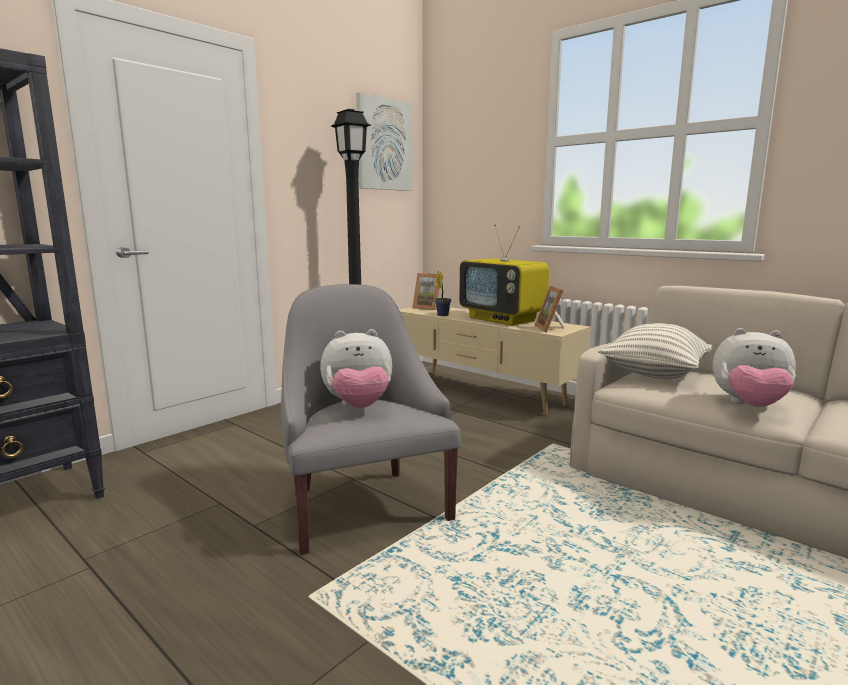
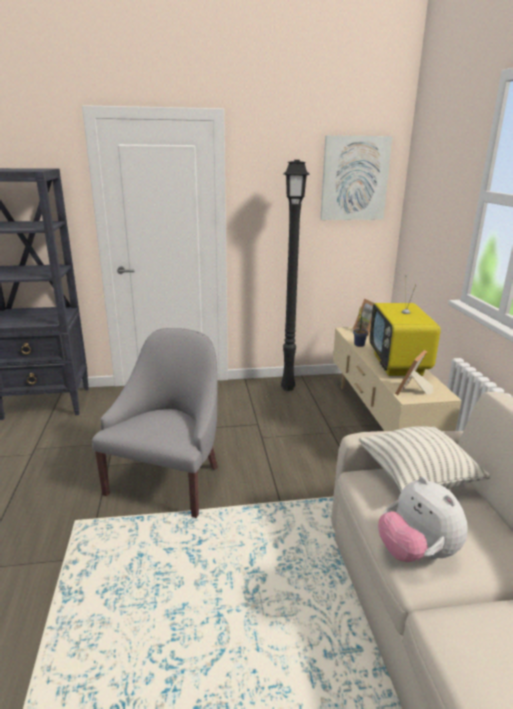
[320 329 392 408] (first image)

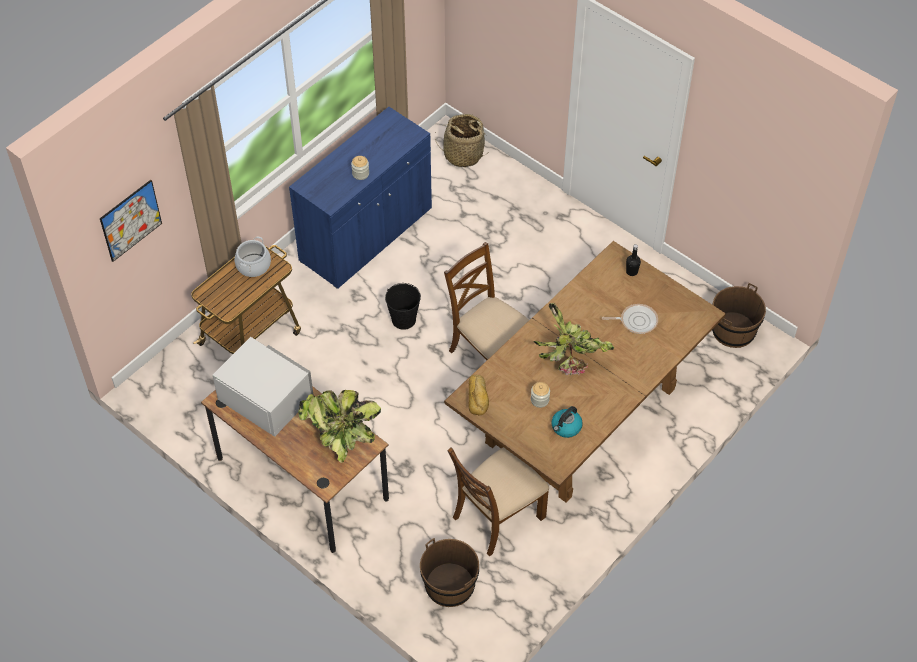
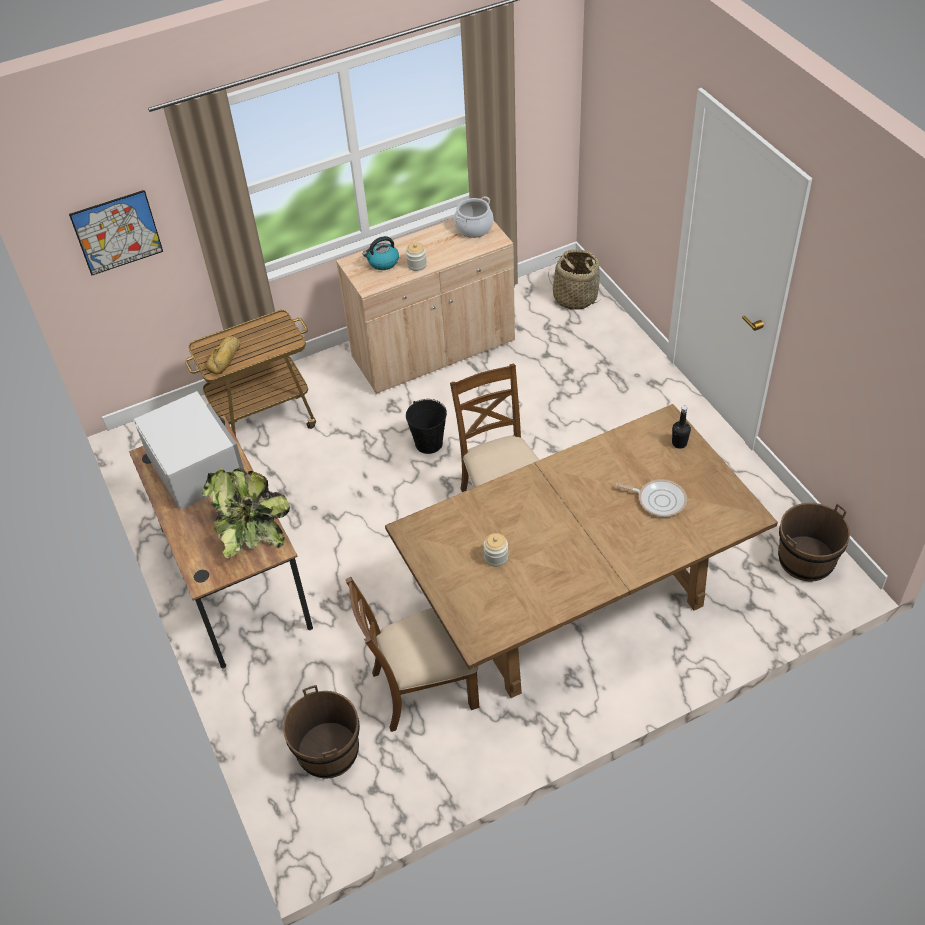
[534 303 614 375] (first image)
[454 196 493 238]
[206 336 240 374]
[363 236 399 270]
[336 219 515 394]

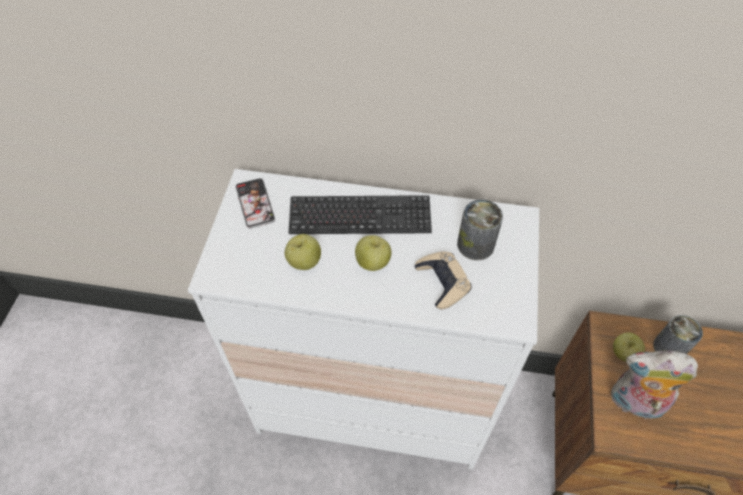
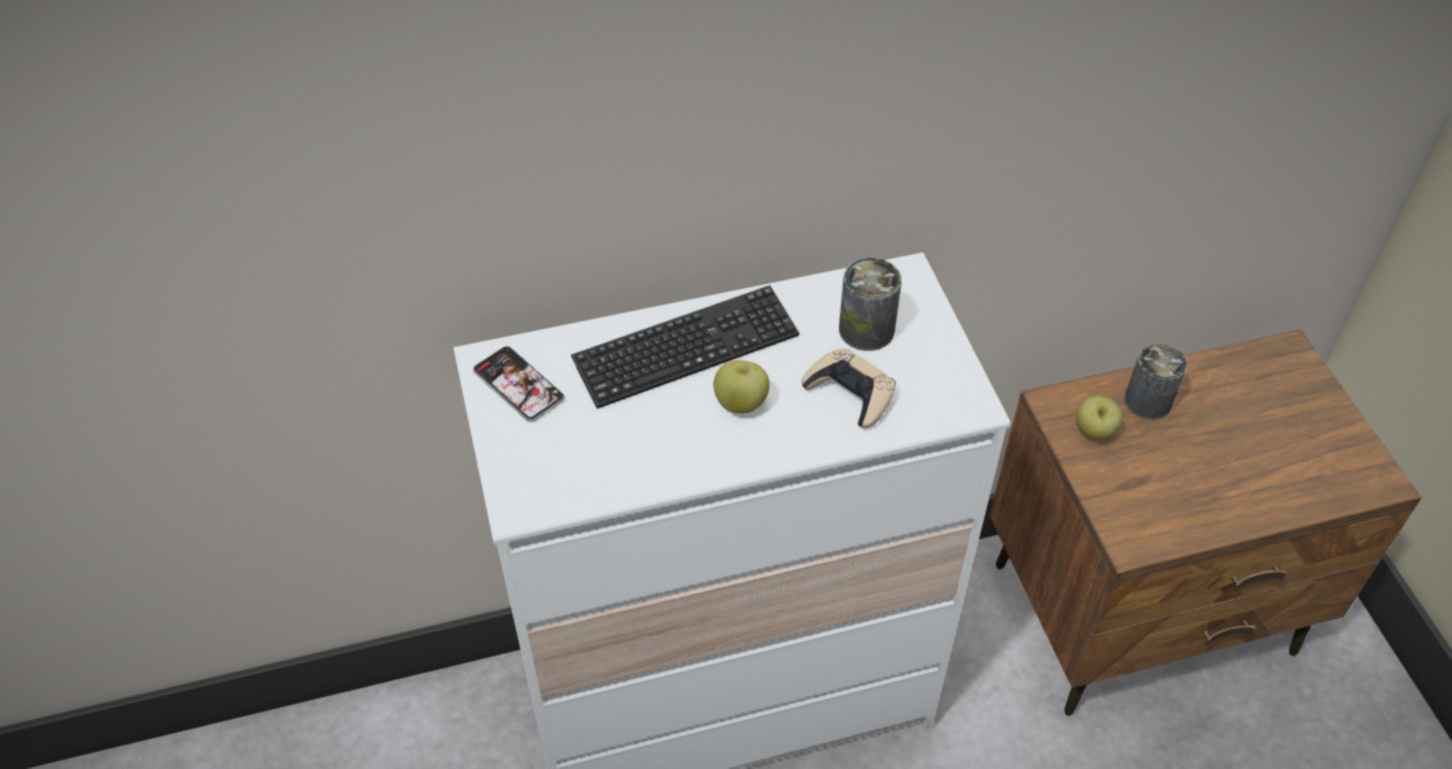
[285 234 321 270] (first image)
[611 350 698 423] (first image)

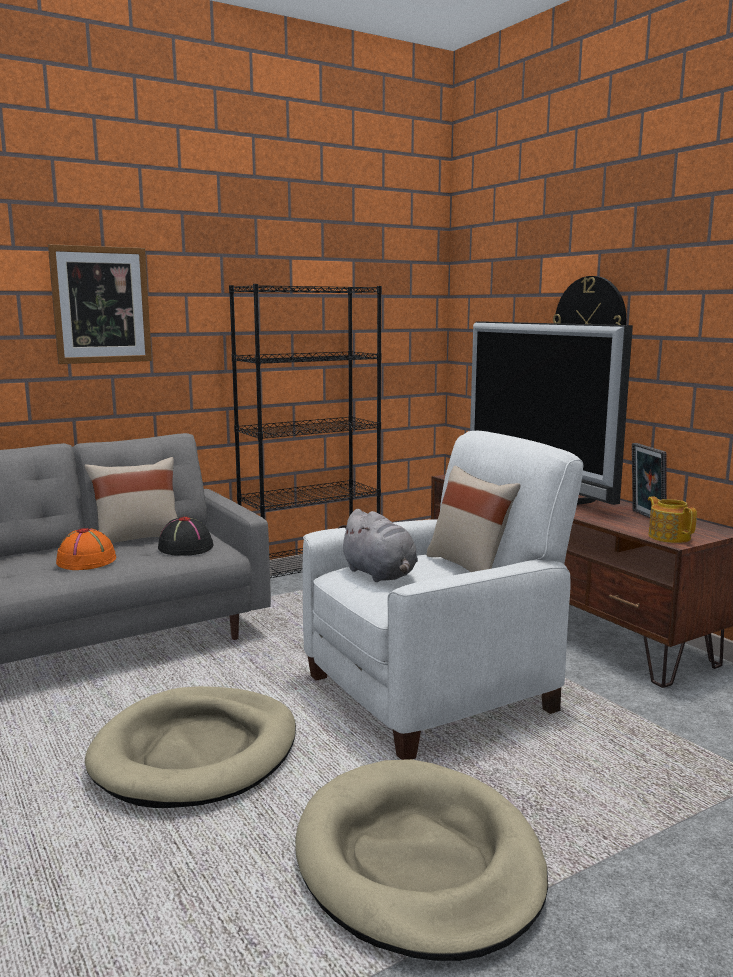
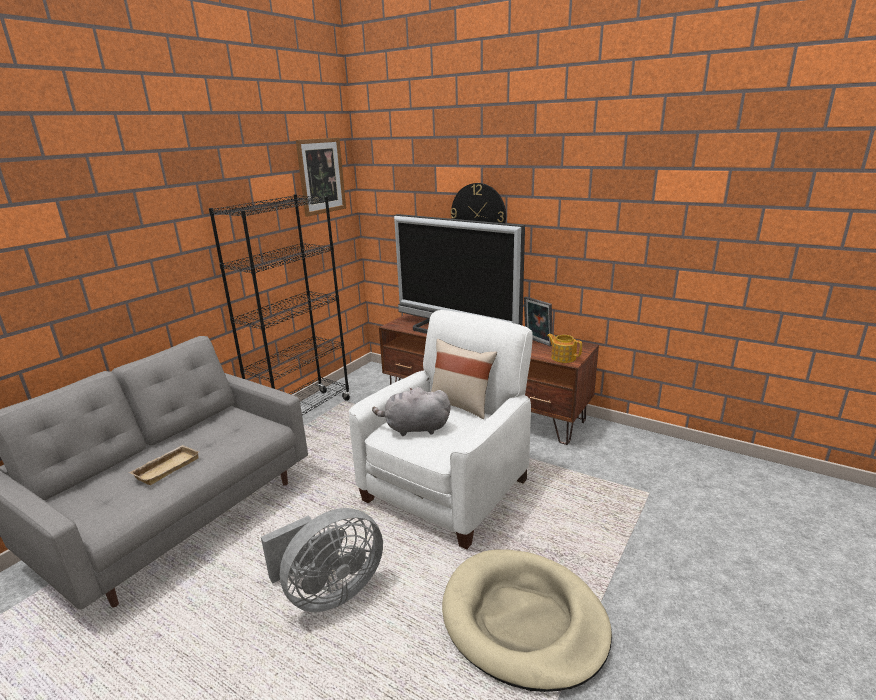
[84 457 178 544] (first image)
[158 517 214 556] (first image)
[296 137 346 217]
[129 445 199 485]
[261 508 383 612]
[372 387 451 436]

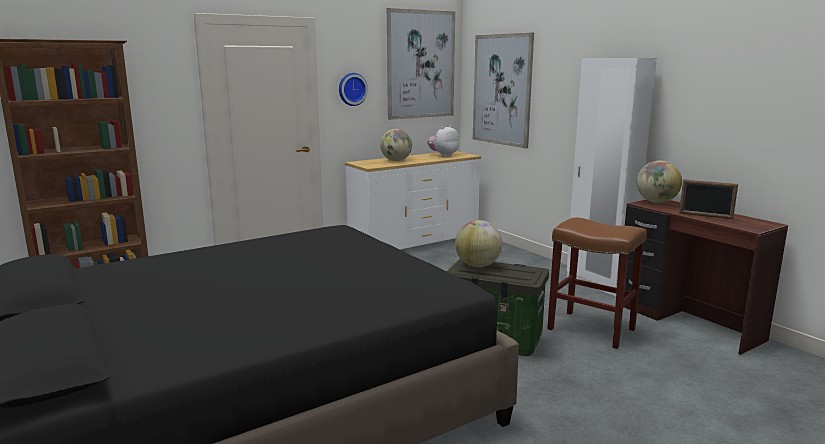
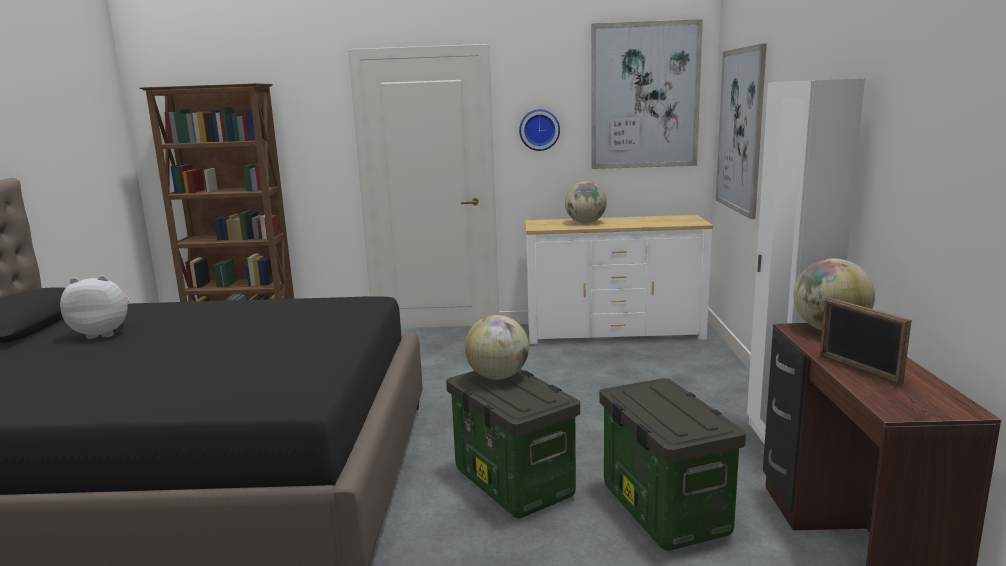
[60 275 129 339]
[599 378 746 551]

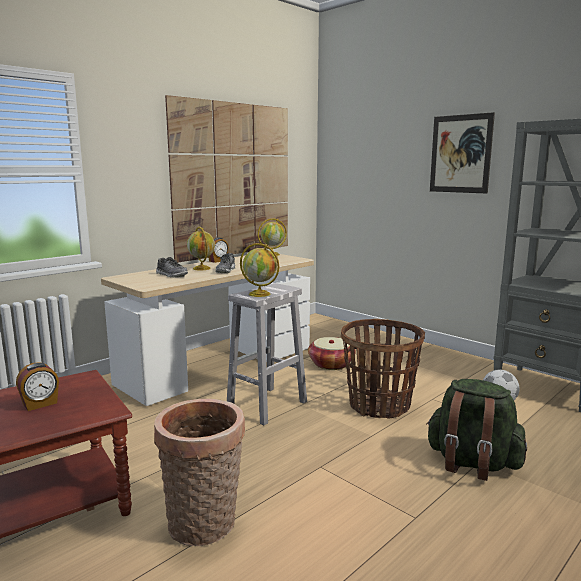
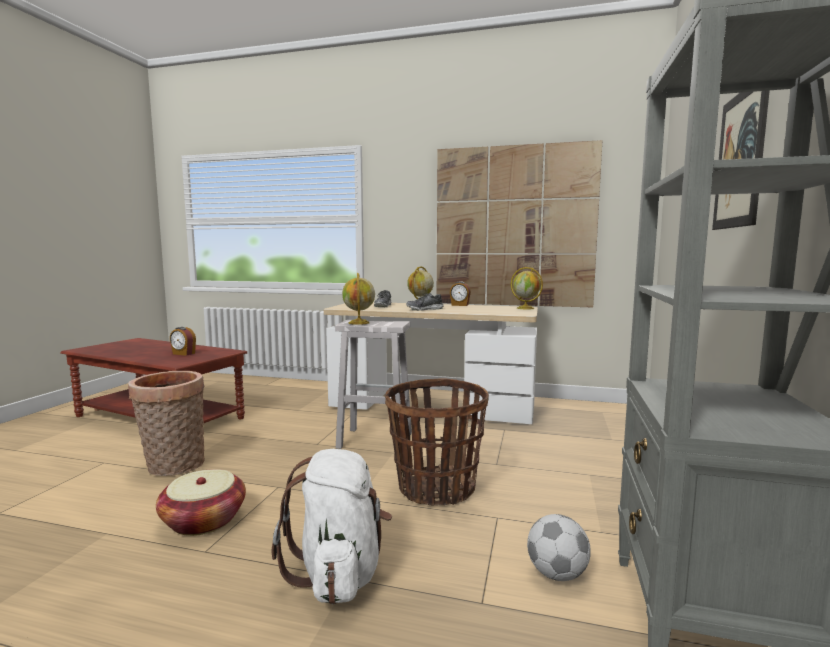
[156 469 246 536]
[272 449 392 604]

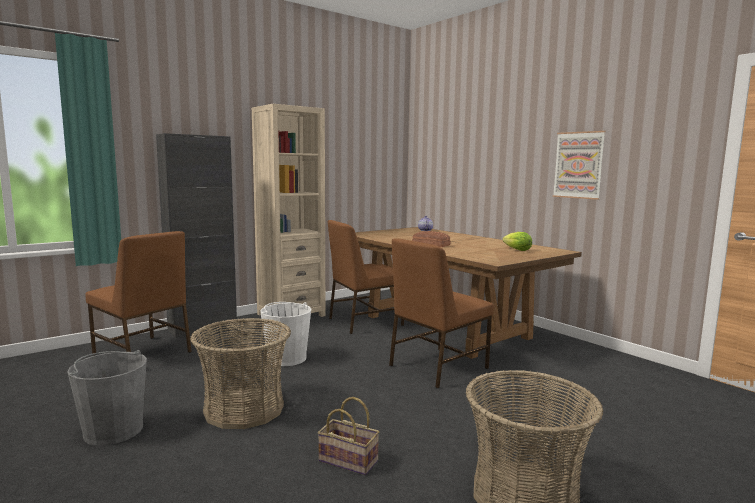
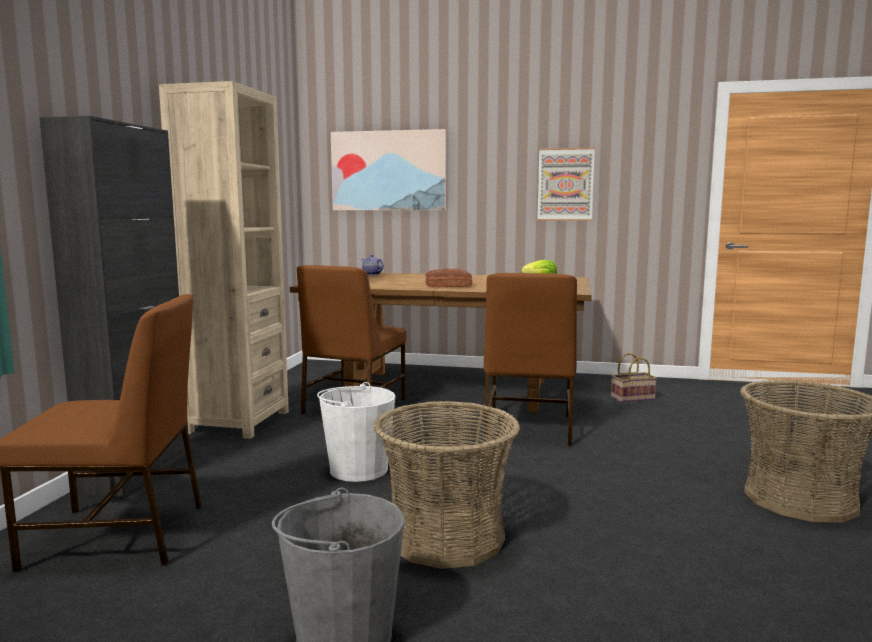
[331 129 446 210]
[611 353 657 402]

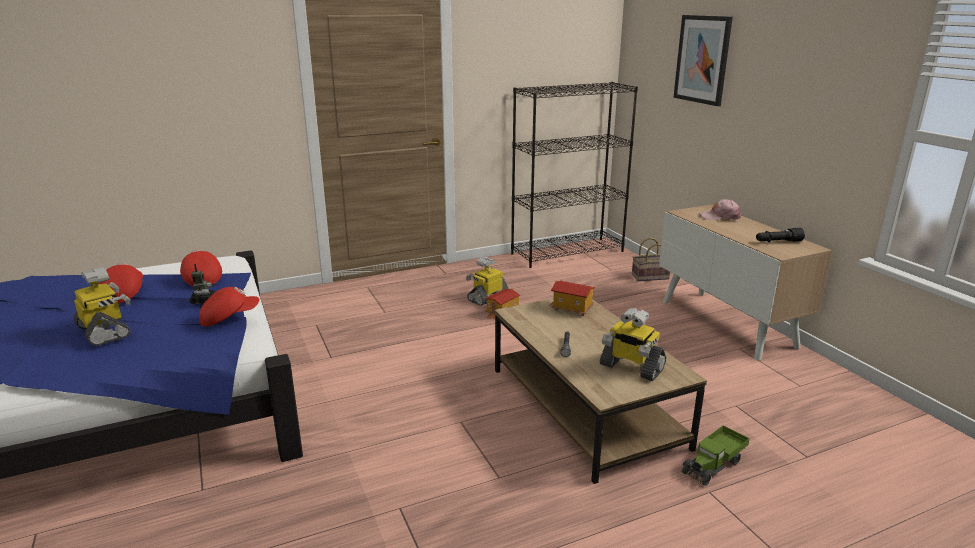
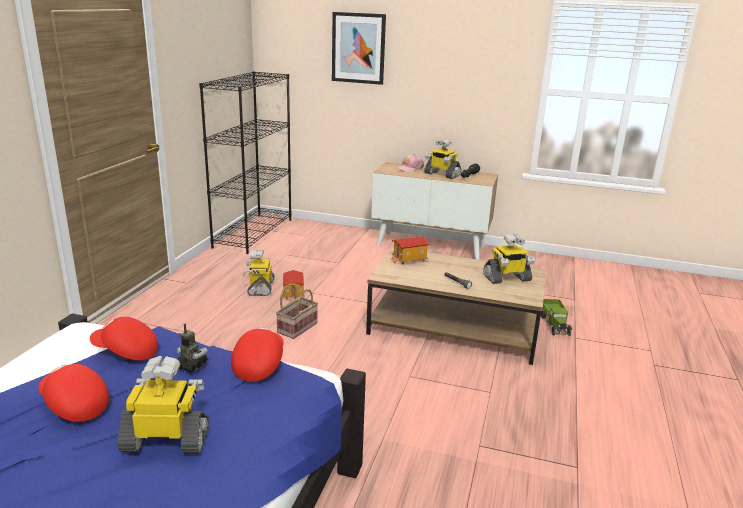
[424 139 461 179]
[276 284 318 339]

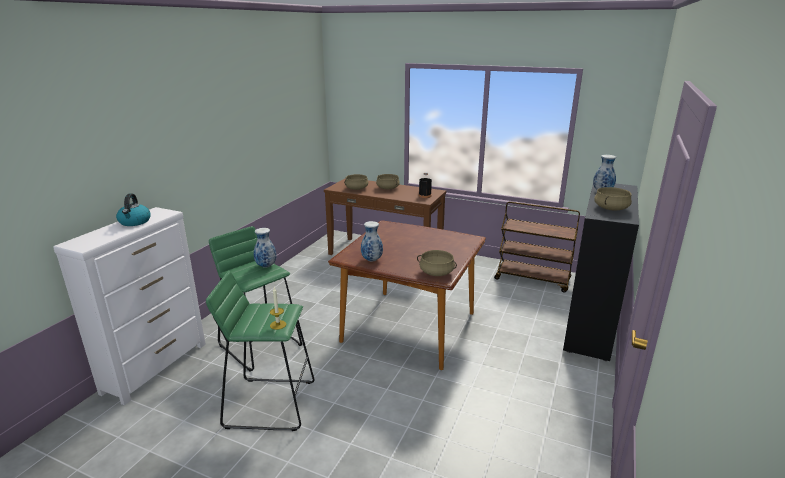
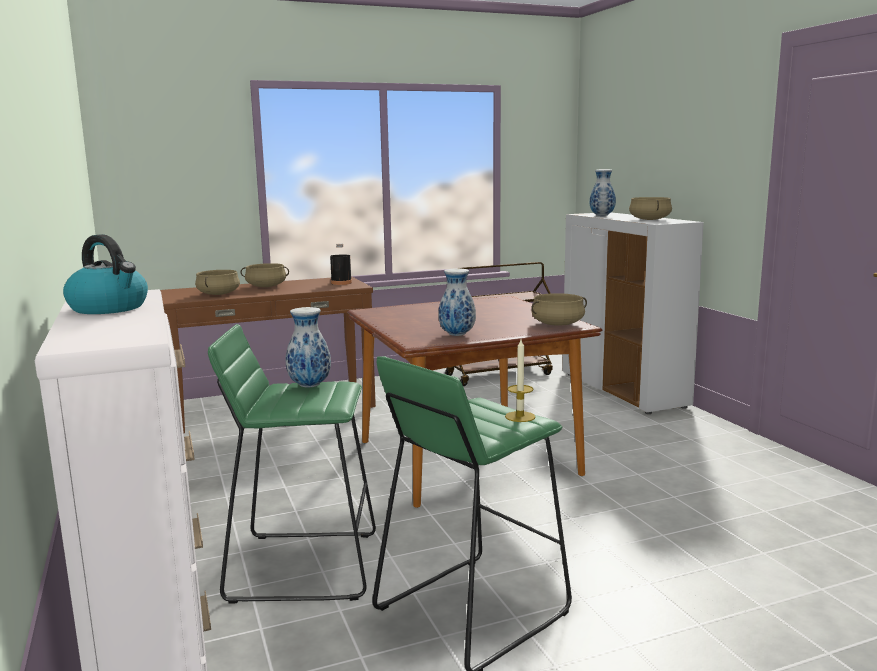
[562 213 704 414]

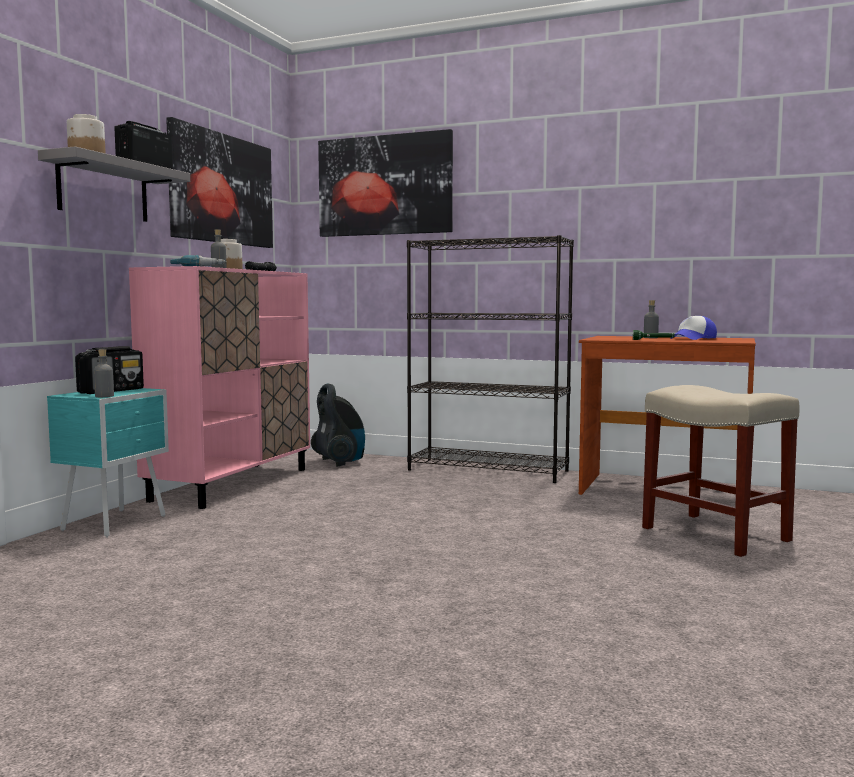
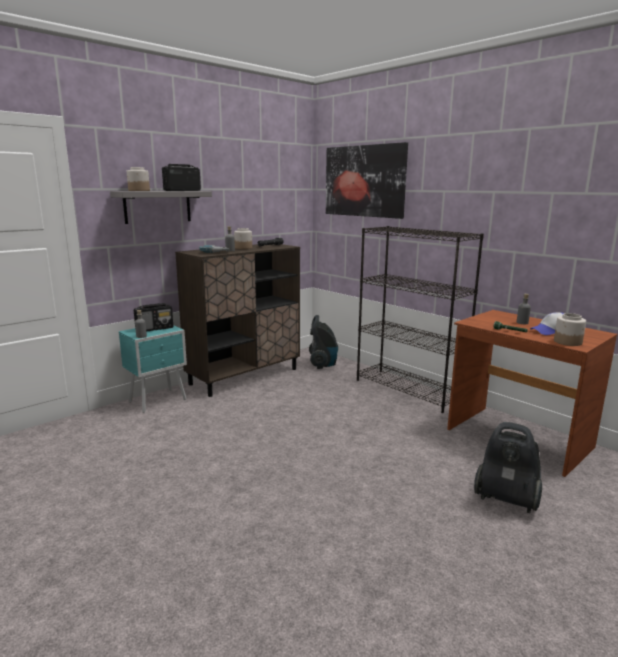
[166 117 273 248] (first image)
[554 313 586 346]
[474 422 542 513]
[175 244 300 397]

